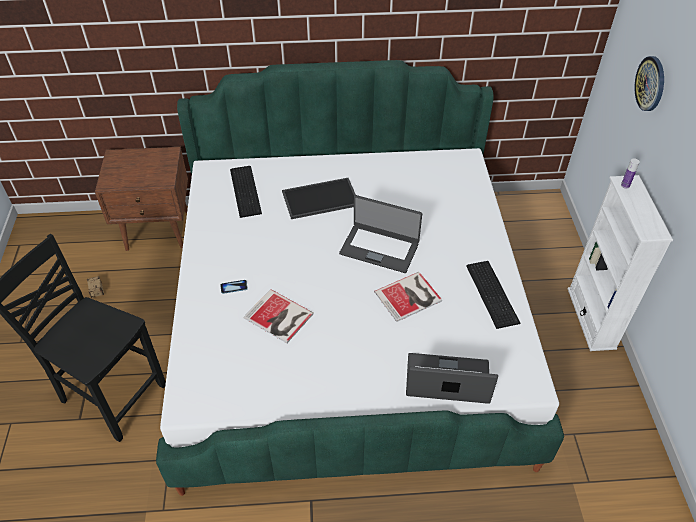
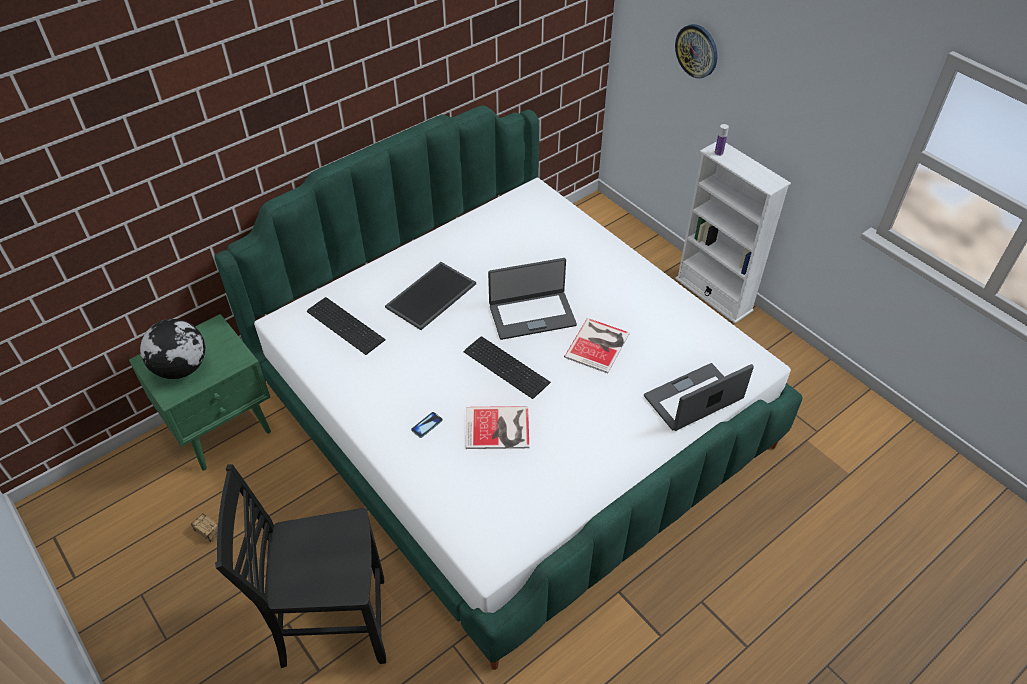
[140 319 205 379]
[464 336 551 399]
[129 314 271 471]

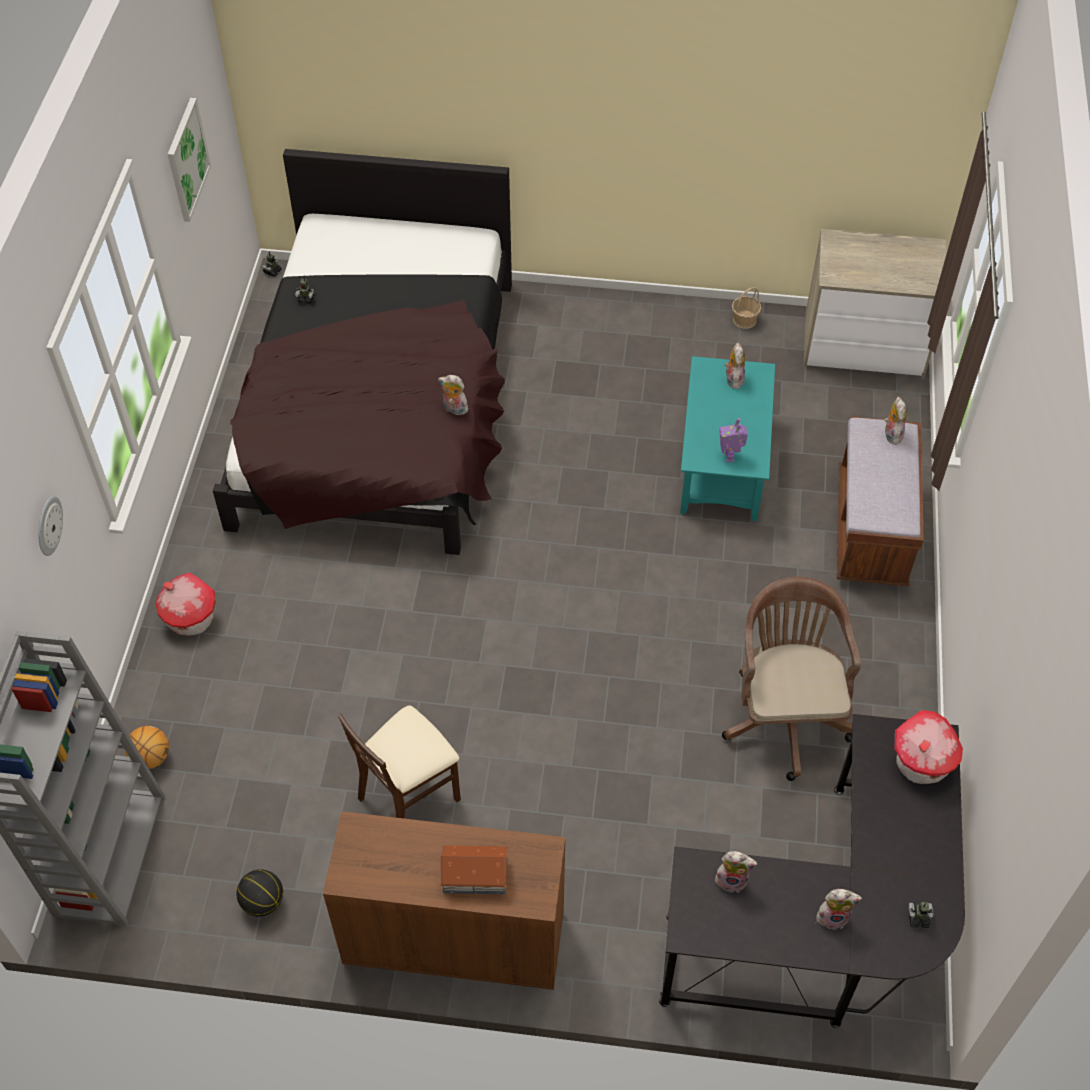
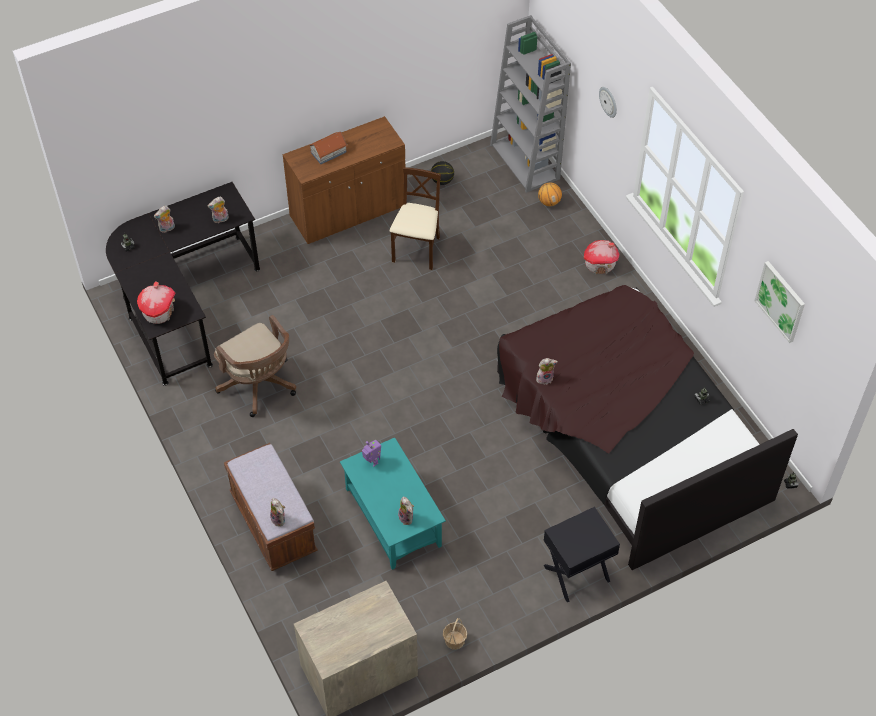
[543 507 620 603]

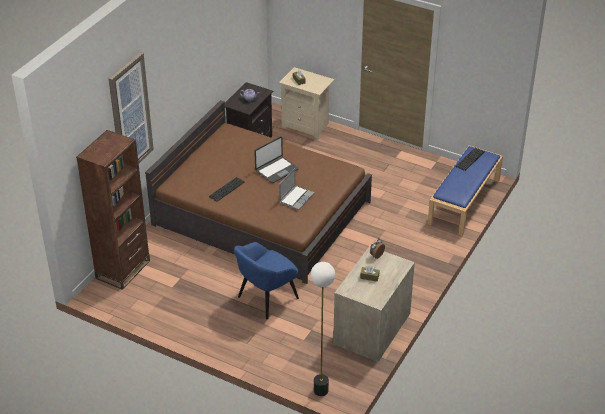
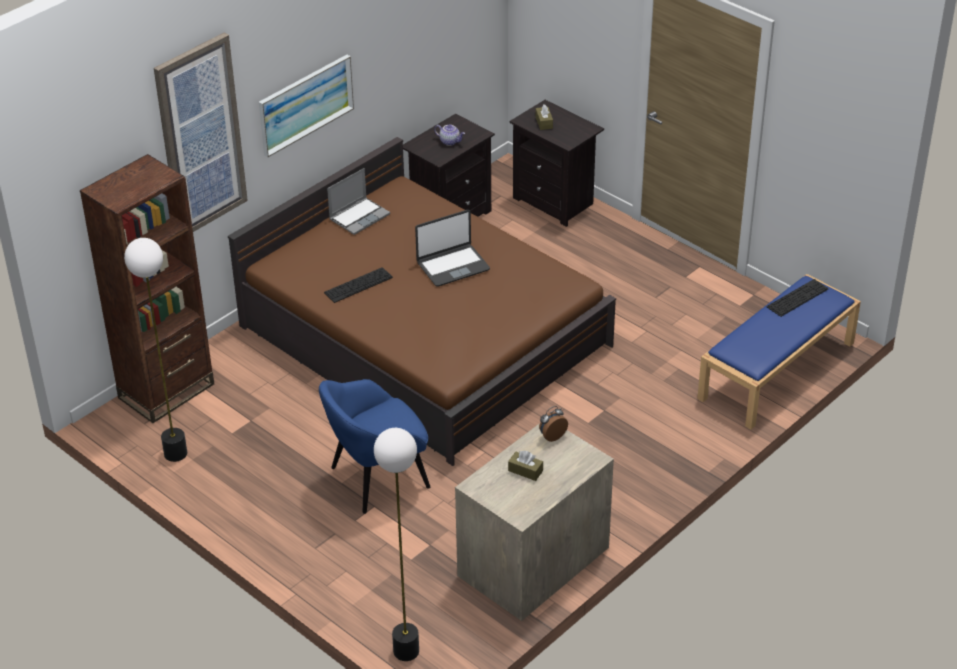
[124 238 187 462]
[259 55 354 157]
[327 168 390 235]
[509 100 604 227]

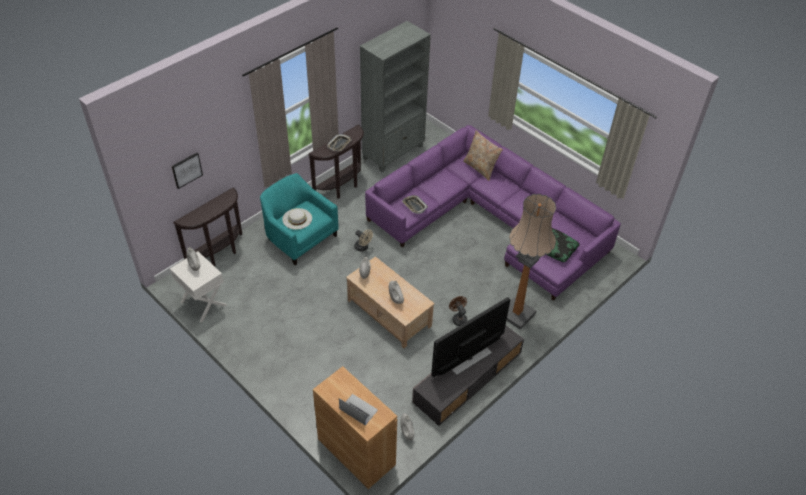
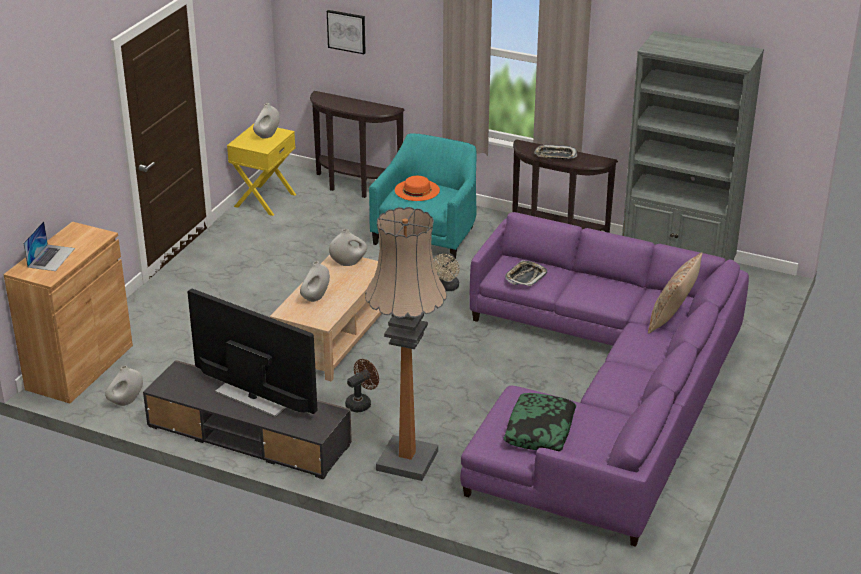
[227 124 296 216]
[395 176 440 201]

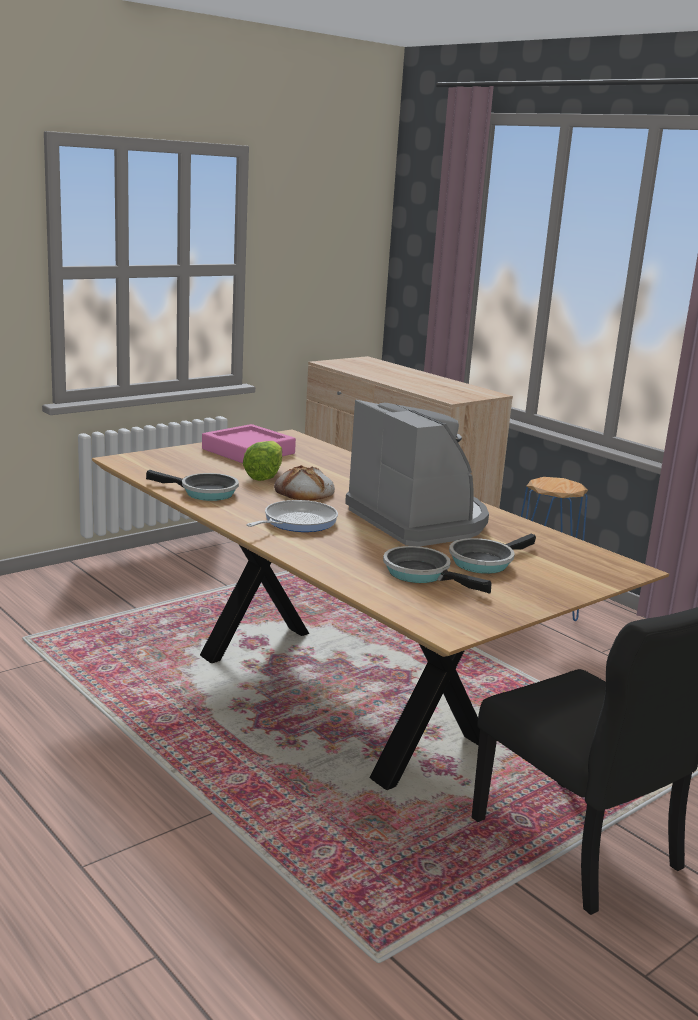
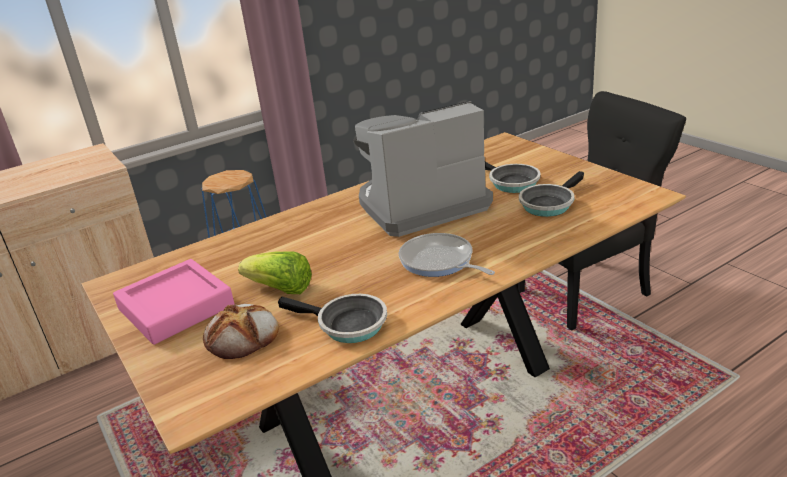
[203 304 279 359]
[278 294 387 343]

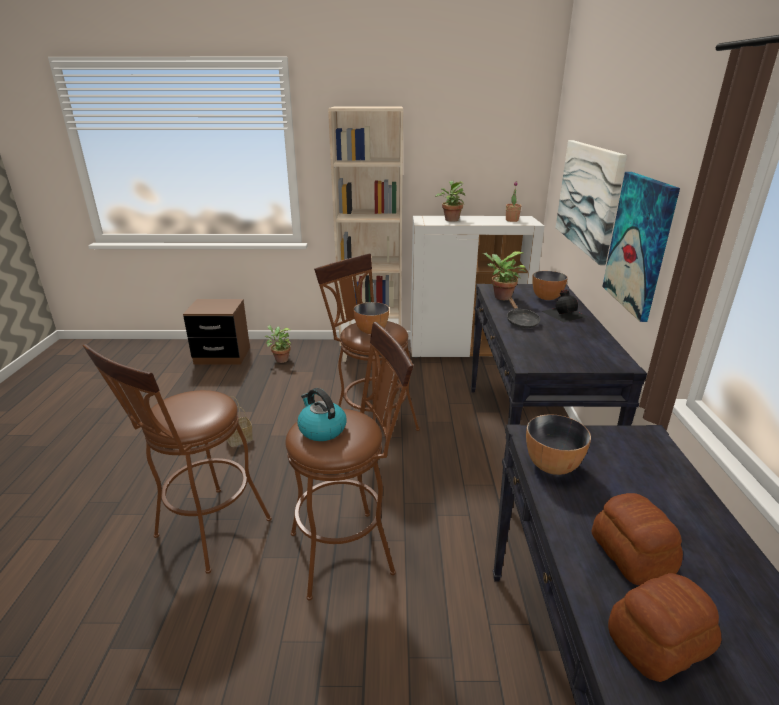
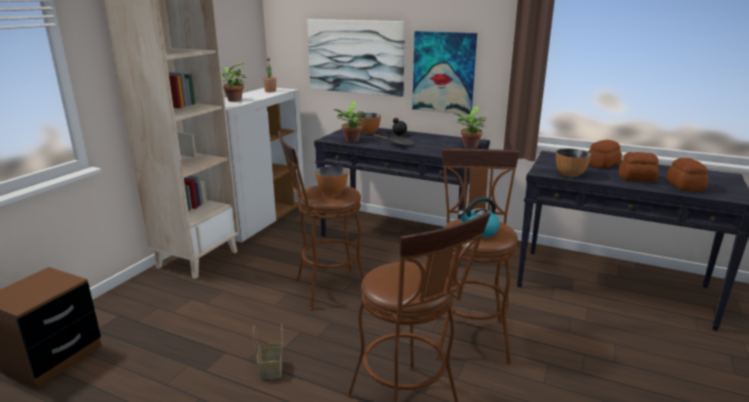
[588 140 622 169]
[453 106 486 148]

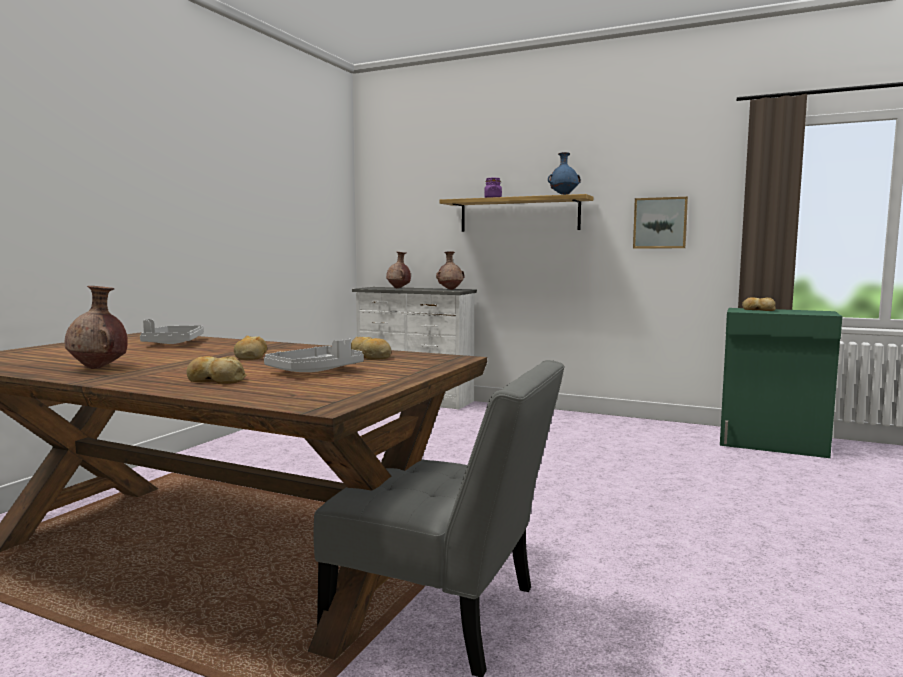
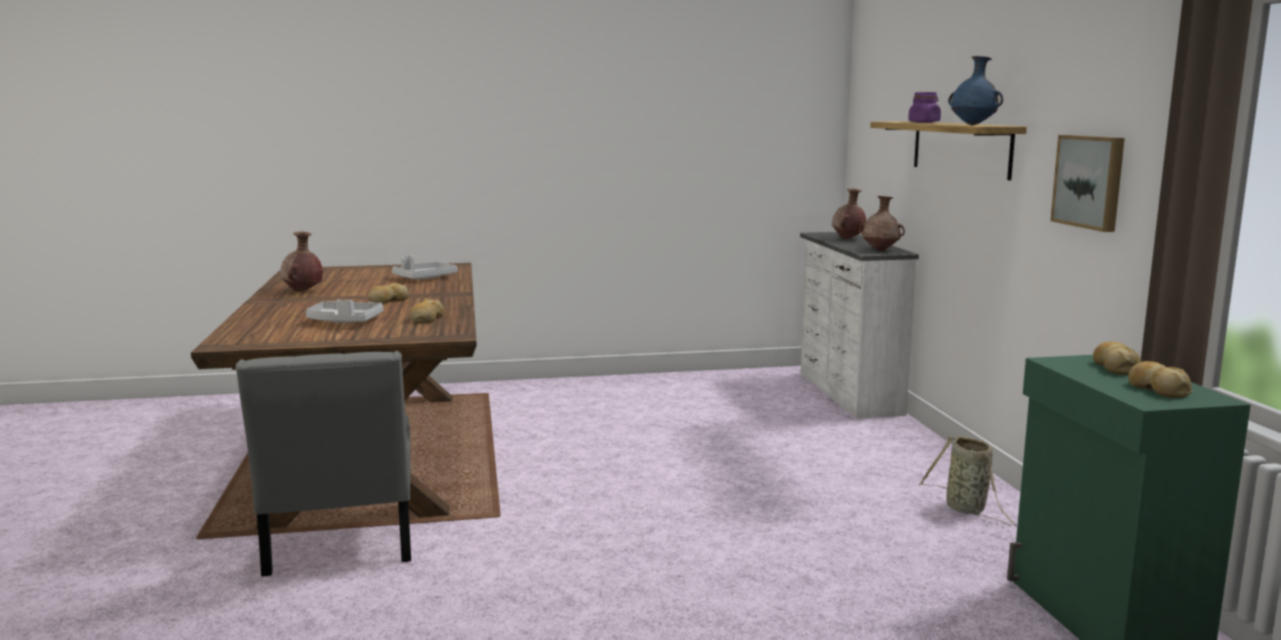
[919 435 1017 527]
[1128 361 1193 398]

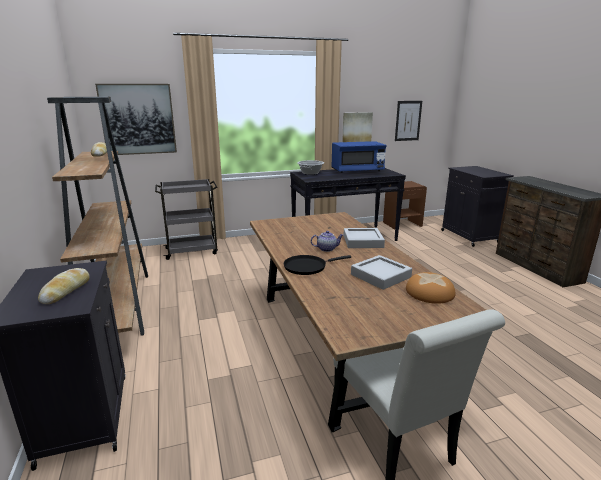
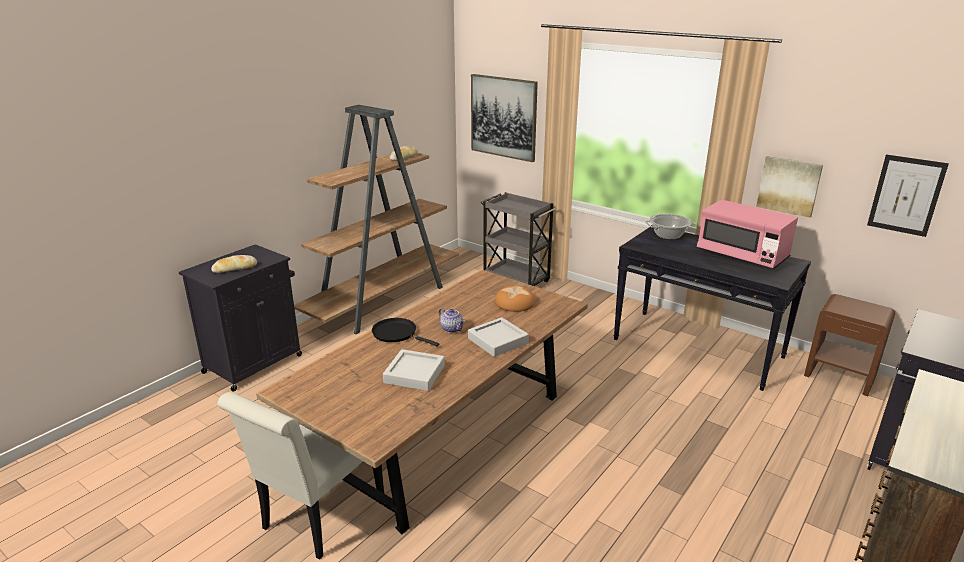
[495 286 535 312]
[697 200 798 268]

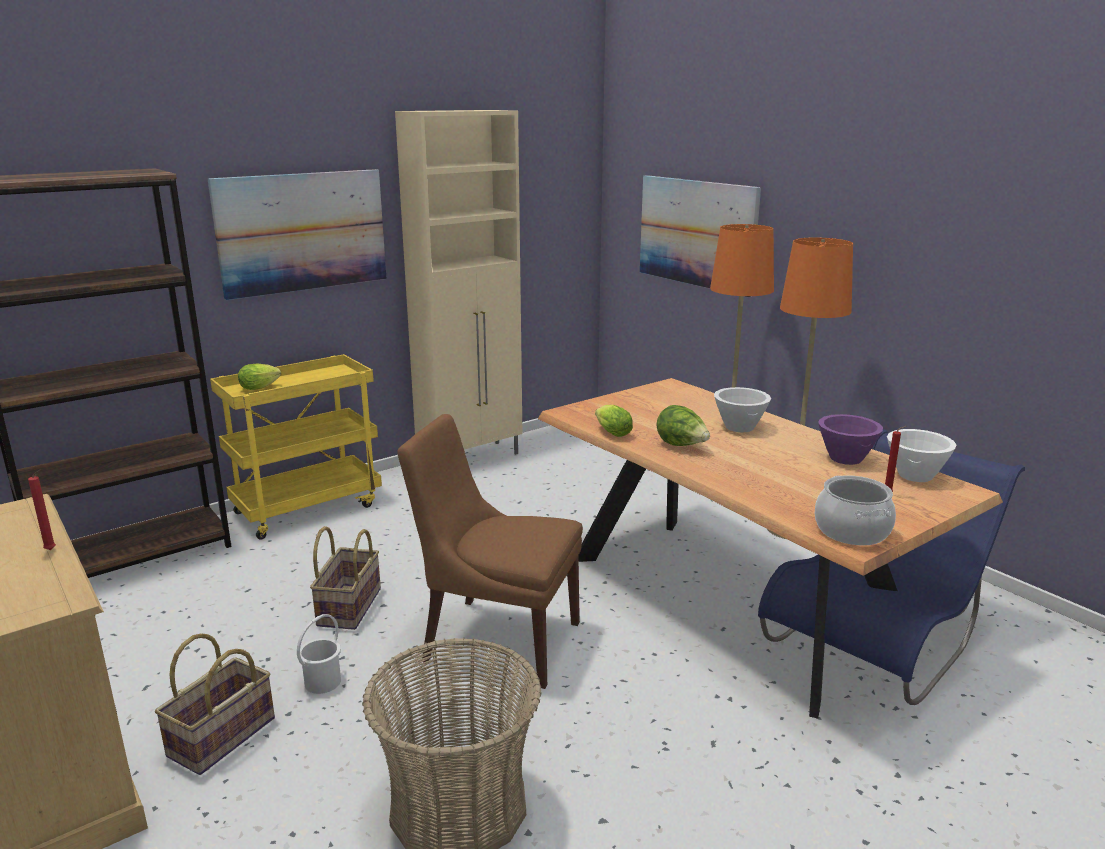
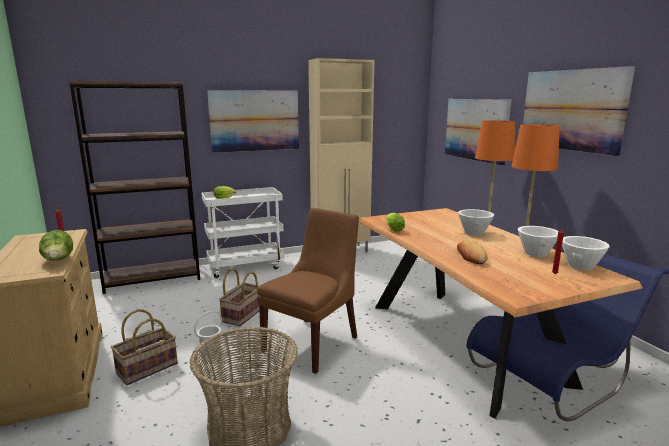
[815 475 896 546] (first image)
[457 241 487 264]
[523 66 635 156]
[39 230 73 261]
[201 187 285 278]
[518 226 559 257]
[257 208 359 374]

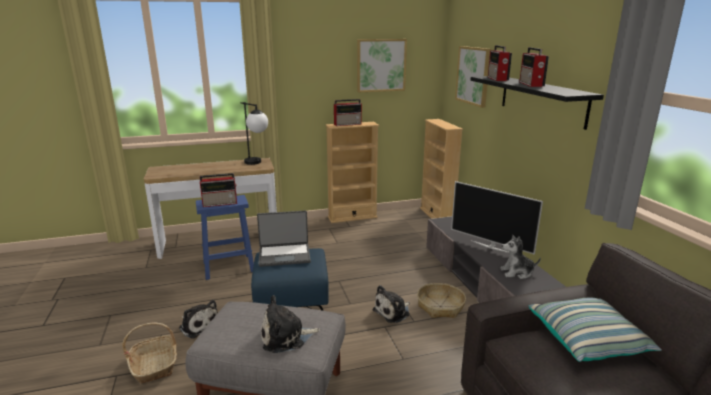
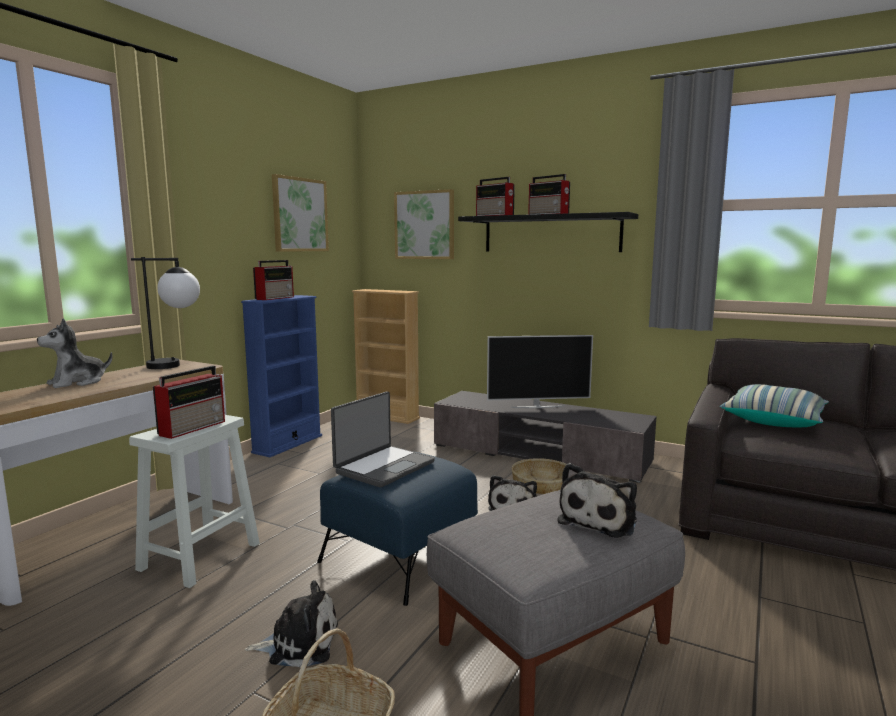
[37 318 112 388]
[129 415 260 588]
[241 295 322 457]

